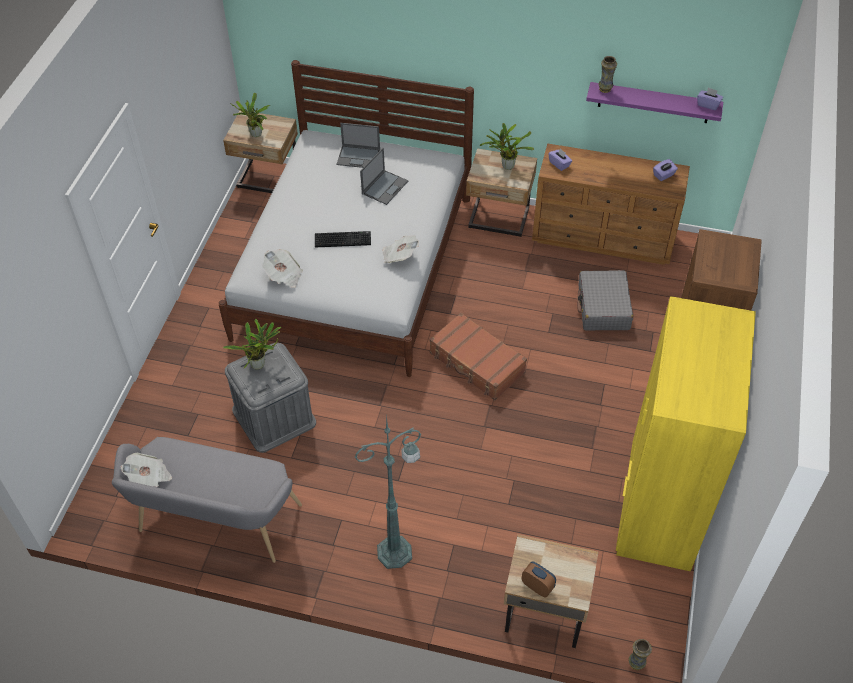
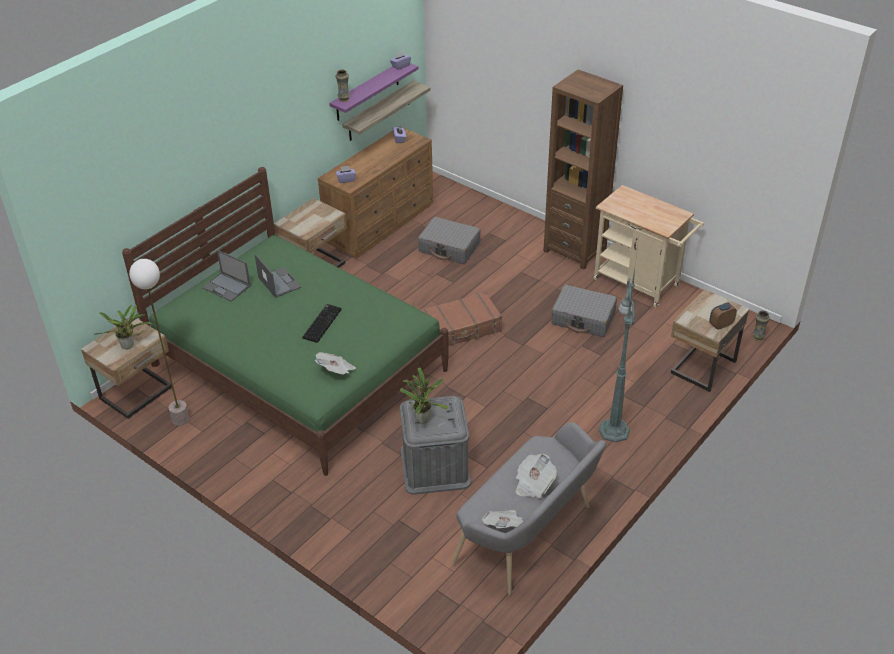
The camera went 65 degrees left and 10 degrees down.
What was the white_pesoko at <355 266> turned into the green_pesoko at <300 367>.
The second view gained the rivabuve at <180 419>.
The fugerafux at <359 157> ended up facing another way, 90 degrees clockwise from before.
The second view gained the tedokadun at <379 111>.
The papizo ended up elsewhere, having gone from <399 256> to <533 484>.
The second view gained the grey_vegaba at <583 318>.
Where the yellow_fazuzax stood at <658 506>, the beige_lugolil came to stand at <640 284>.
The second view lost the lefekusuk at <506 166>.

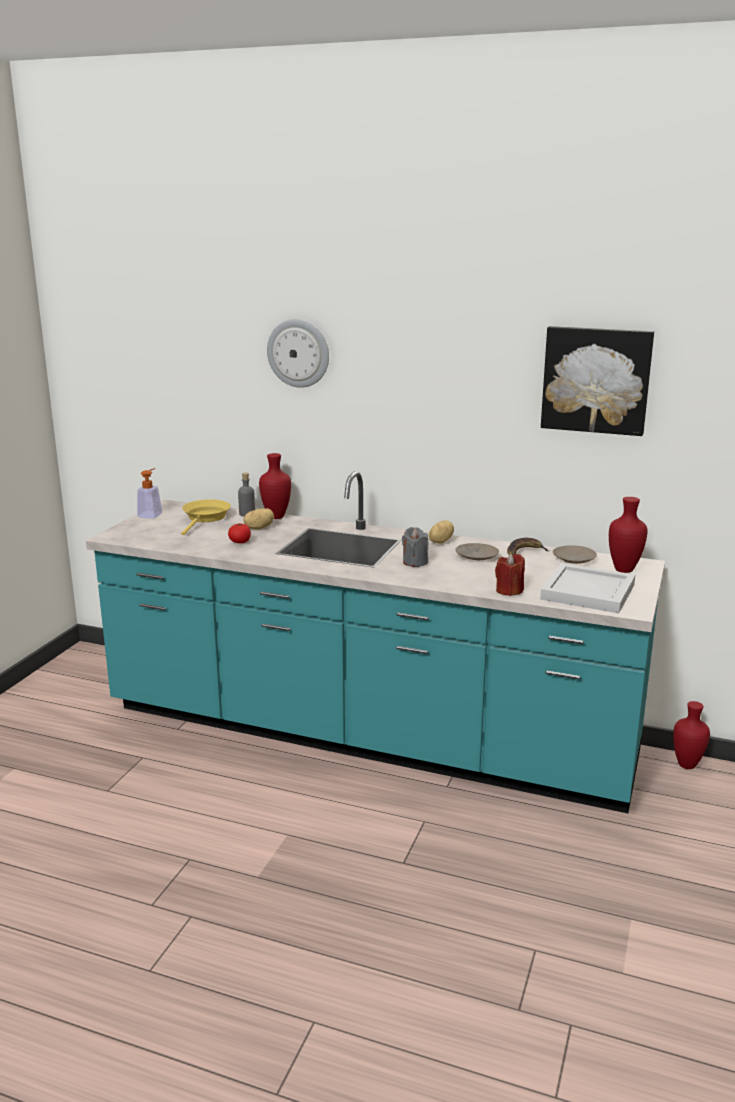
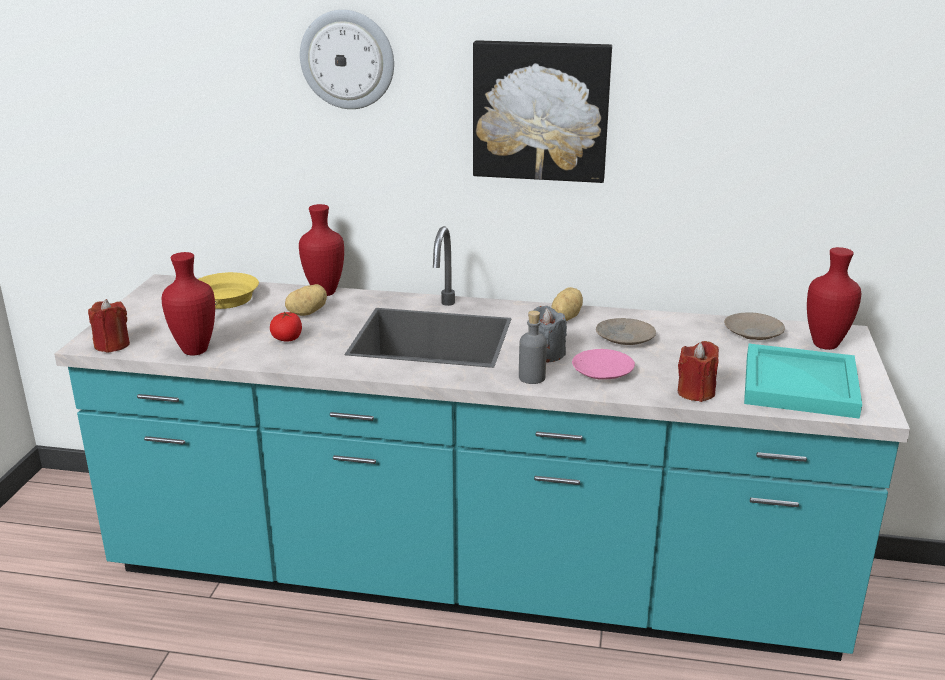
The camera went 10 degrees left and 5 degrees up.
The second view gained the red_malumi at <112 345>.
The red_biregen ended up elsewhere, having gone from <688 765> to <197 350>.
The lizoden ended up elsewhere, having gone from <596 380> to <541 110>.
The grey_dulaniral ended up elsewhere, having gone from <247 514> to <532 378>.
The second view gained the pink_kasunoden at <602 372>.
What was the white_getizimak at <587 591> turned into the turquoise_getizimak at <798 384>.
The second view lost the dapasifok at <152 514>.
The second view lost the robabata at <524 552>.

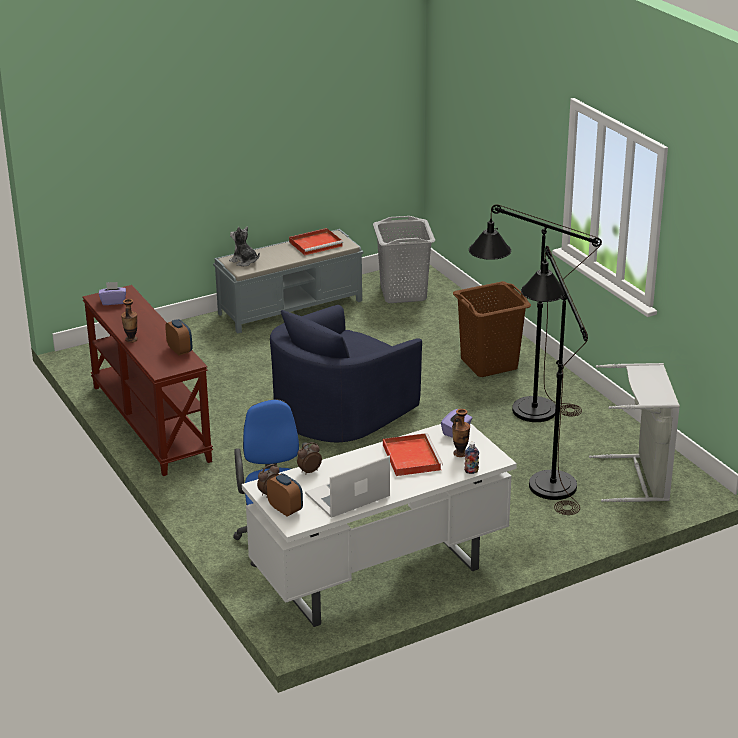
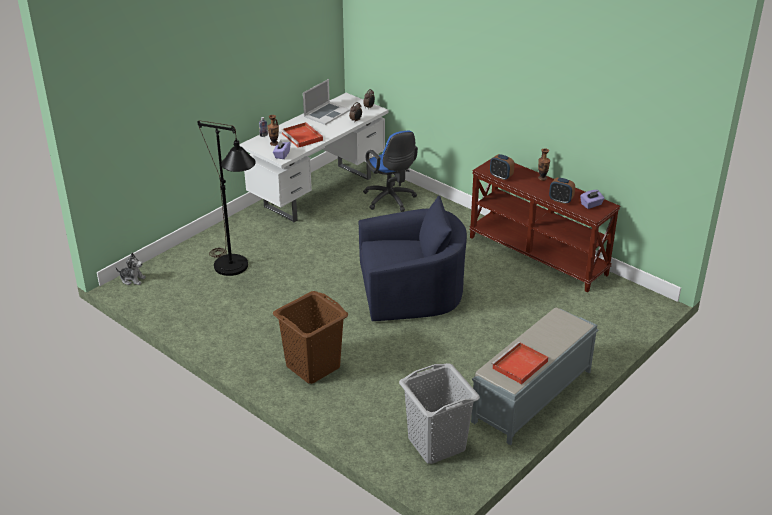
The camera went 160 degrees right and 5 degrees up.
The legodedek ended up elsewhere, having gone from <244 261> to <132 279>.
The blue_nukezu at <340 411> ended up facing another way, 60 degrees clockwise from before.
The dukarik ended up elsewhere, having gone from <285 509> to <560 200>.
The second view lost the black_rivabuve at <521 410>.
The second view lost the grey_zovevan at <639 479>.

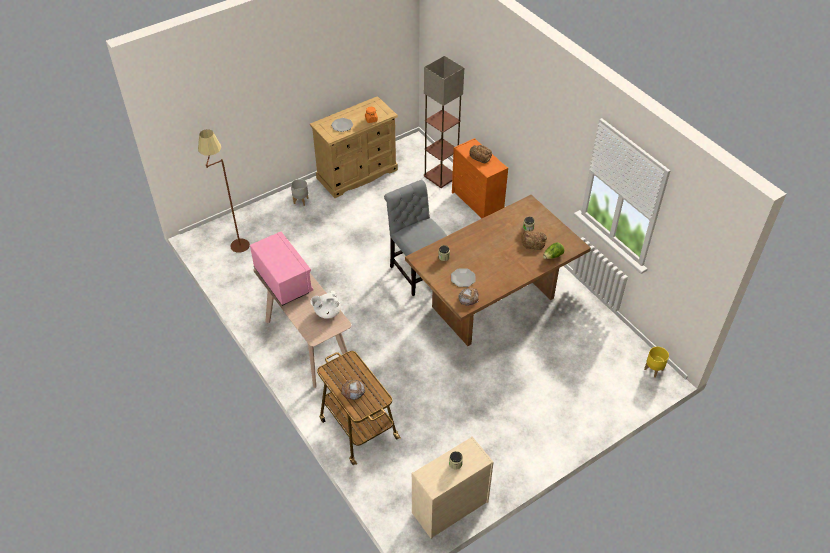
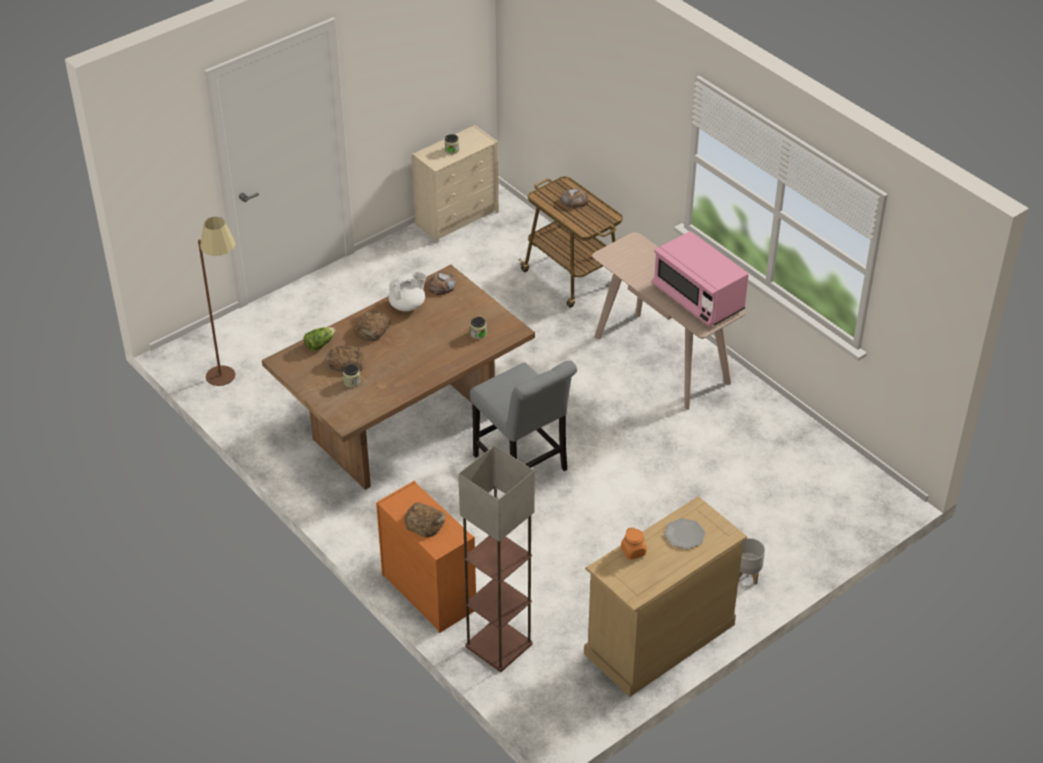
The camera went 175 degrees right and 5 degrees down.
The brown_rivabuve ended up elsewhere, having gone from <233 241> to <231 380>.
The second view gained the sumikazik at <372 330>.
The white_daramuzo ended up elsewhere, having gone from <327 312> to <408 305>.
The second view lost the kasunoden at <463 278>.
The second view lost the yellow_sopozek at <654 370>.

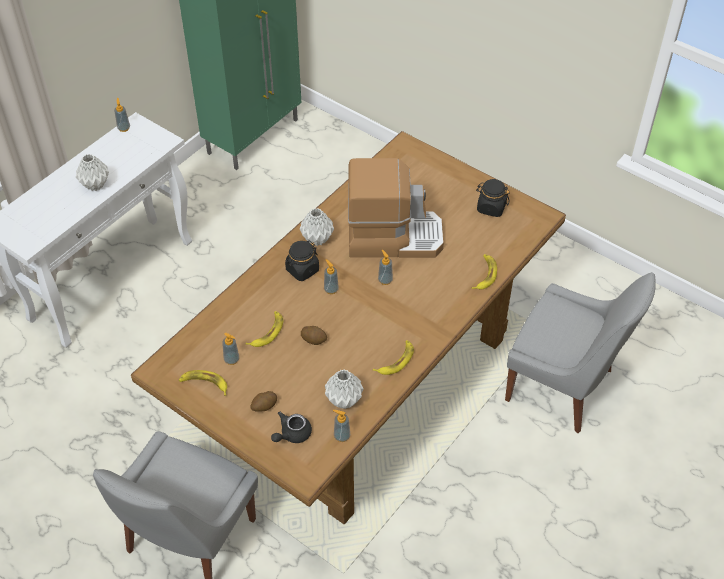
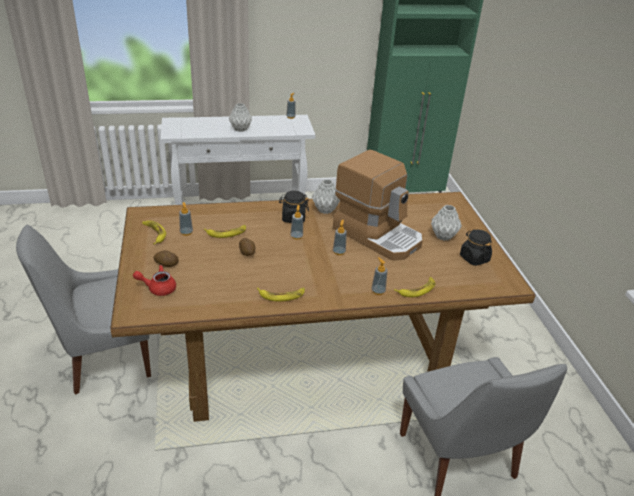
The camera went 40 degrees right and 15 degrees down.
What was the black_daramuzo at <292 434> turned into the red_daramuzo at <158 288>.
The dapasifok ended up elsewhere, having gone from <342 436> to <378 291>.
The grey_biregen ended up elsewhere, having gone from <344 400> to <444 236>.

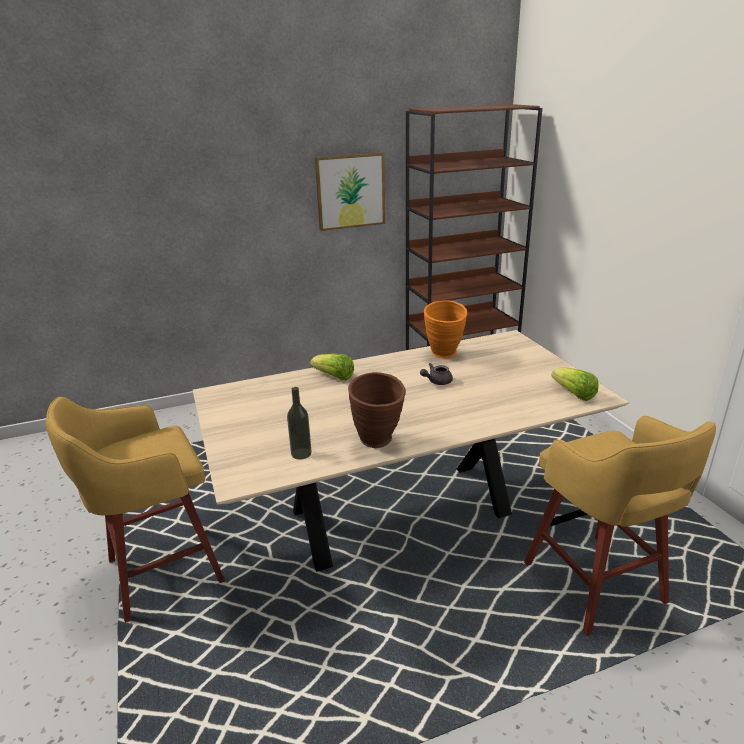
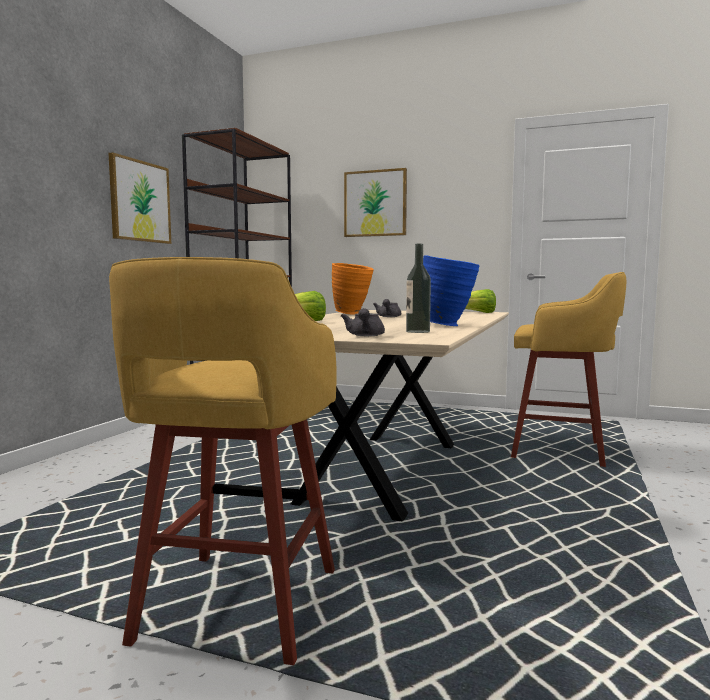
The camera went 50 degrees left and 20 degrees down.
The second view gained the grey_daramuzo at <365 336>.
The second view gained the lizoden at <375 203>.
What was the brown_biregen at <378 443> turned into the blue_biregen at <449 325>.

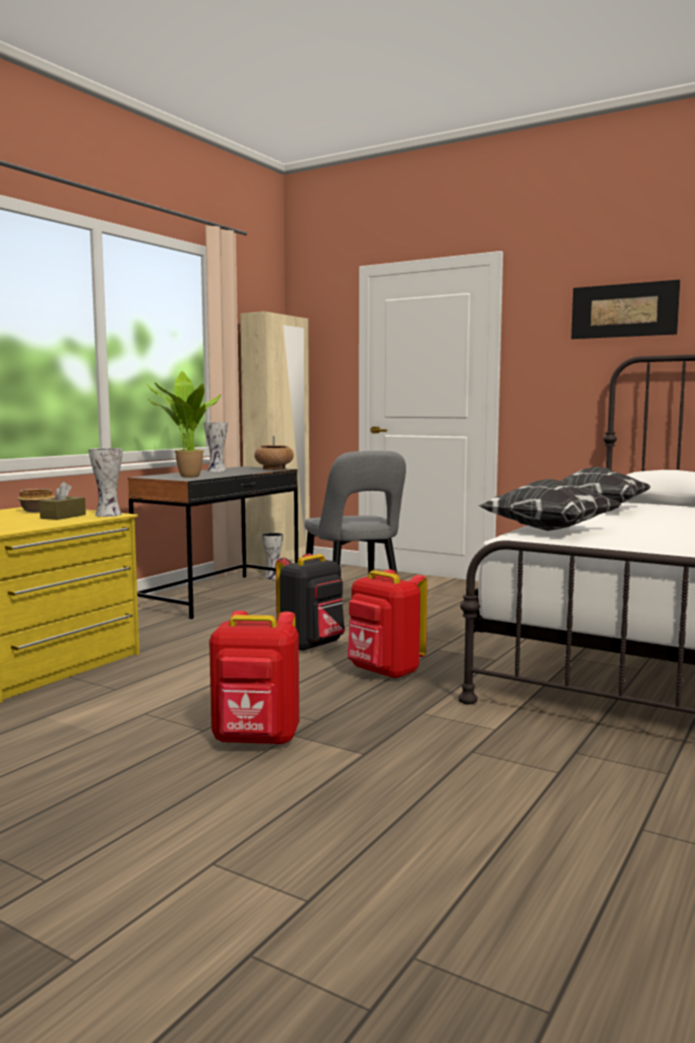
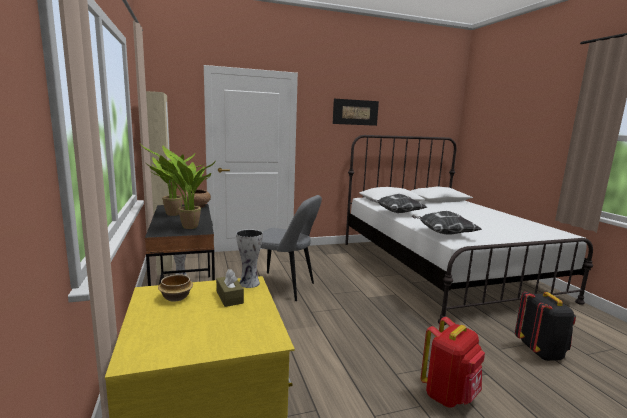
The camera went 50 degrees left and 5 degrees up.
Where the biregen stood at <217 471>, the lefekusuk came to stand at <172 215>.
The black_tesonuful ended up elsewhere, having gone from <312 646> to <541 351>.
The second view lost the red_tesonuful at <384 672>.

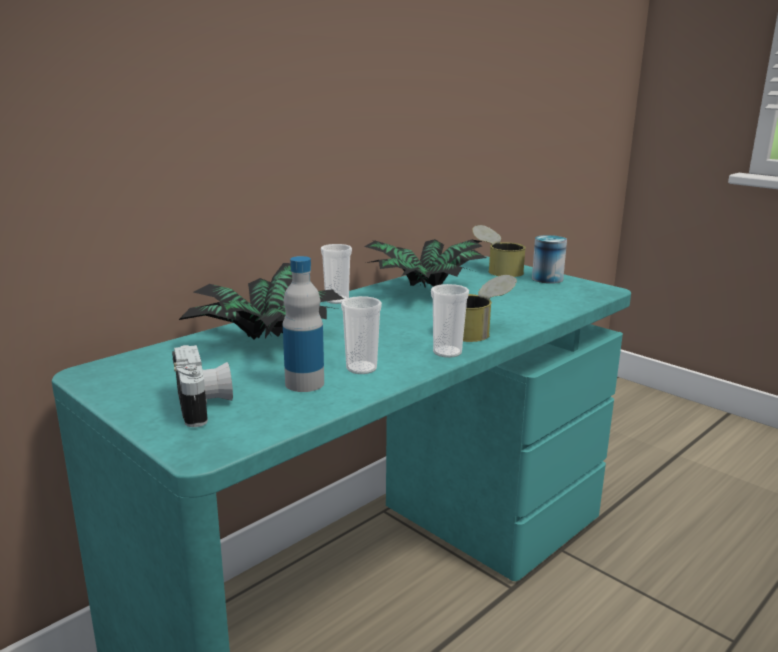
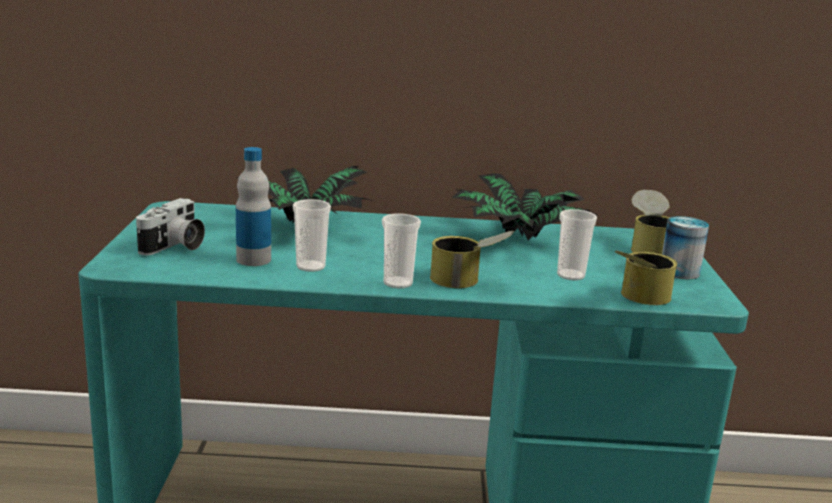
The camera went 45 degrees right and 0 degrees up.
The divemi ended up elsewhere, having gone from <337 300> to <570 275>.
The second view gained the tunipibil at <638 299>.

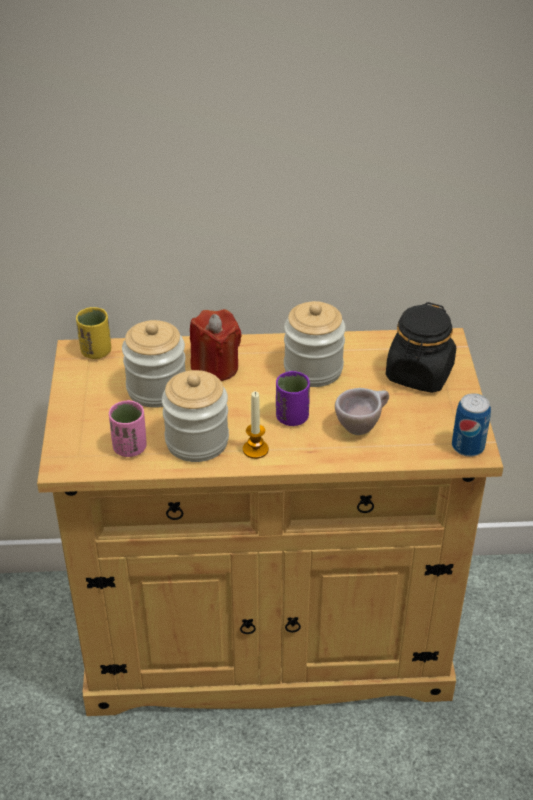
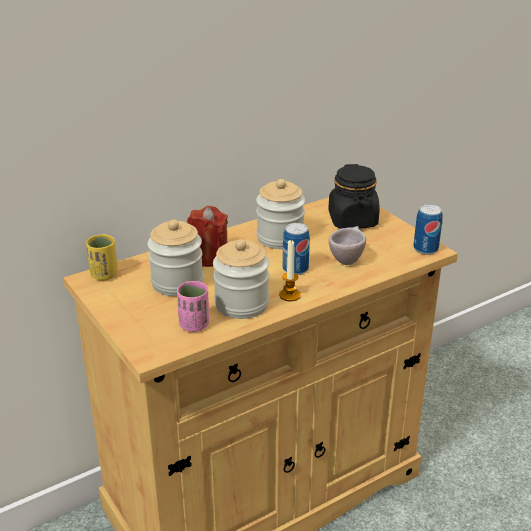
The camera went 30 degrees left and 10 degrees down.
Where the purple_divemi stood at <292 417>, the tunipibil came to stand at <295 269>.

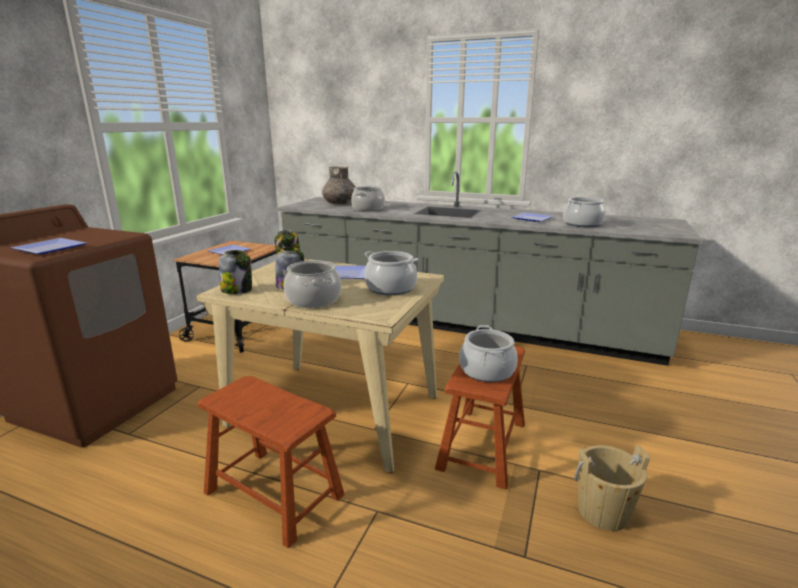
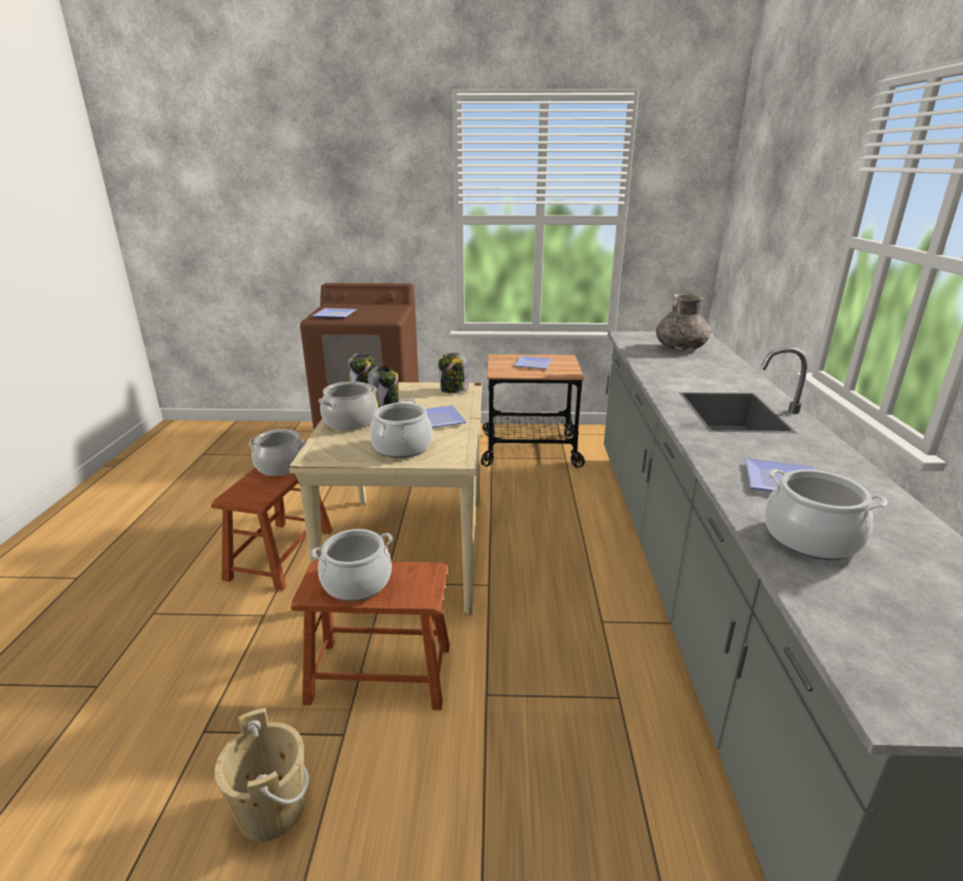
The camera went 70 degrees right and 5 degrees up.
The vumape ended up elsewhere, having gone from <368 208> to <281 466>.

